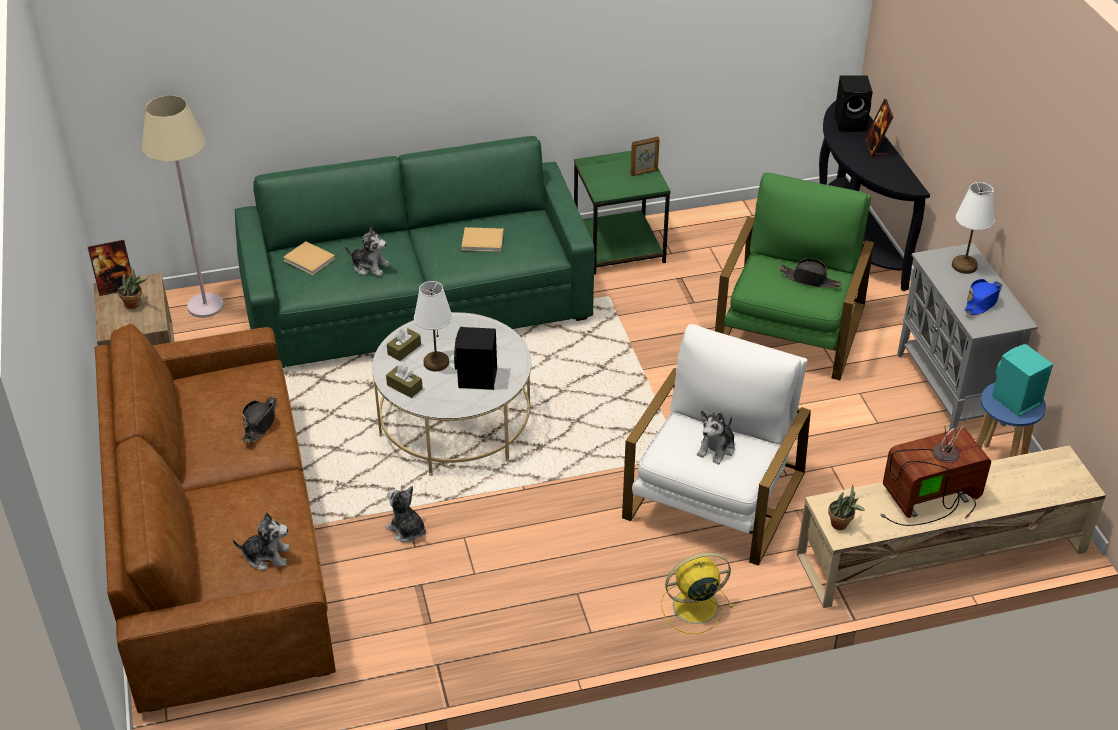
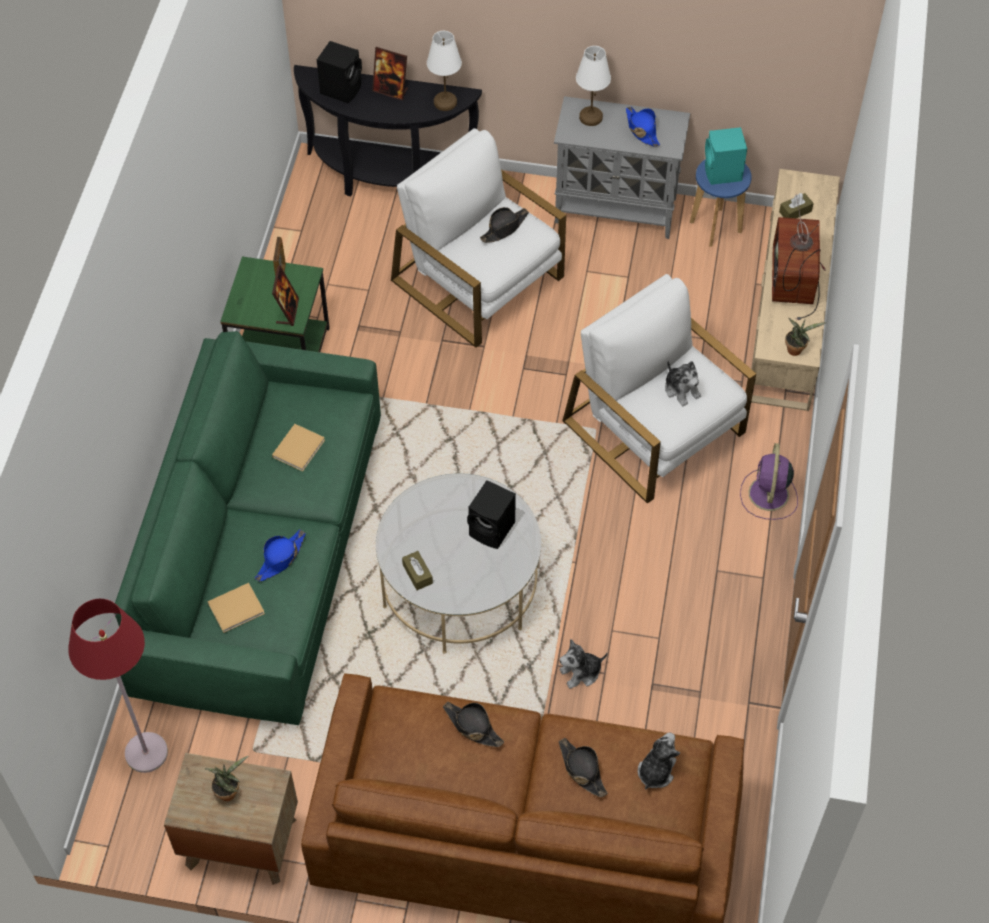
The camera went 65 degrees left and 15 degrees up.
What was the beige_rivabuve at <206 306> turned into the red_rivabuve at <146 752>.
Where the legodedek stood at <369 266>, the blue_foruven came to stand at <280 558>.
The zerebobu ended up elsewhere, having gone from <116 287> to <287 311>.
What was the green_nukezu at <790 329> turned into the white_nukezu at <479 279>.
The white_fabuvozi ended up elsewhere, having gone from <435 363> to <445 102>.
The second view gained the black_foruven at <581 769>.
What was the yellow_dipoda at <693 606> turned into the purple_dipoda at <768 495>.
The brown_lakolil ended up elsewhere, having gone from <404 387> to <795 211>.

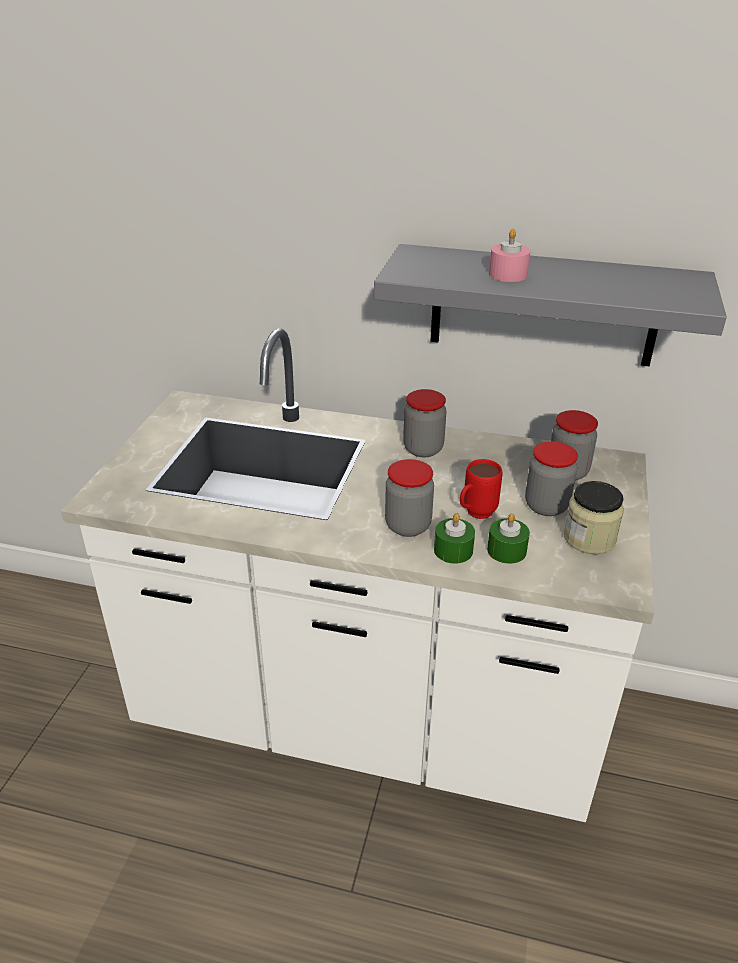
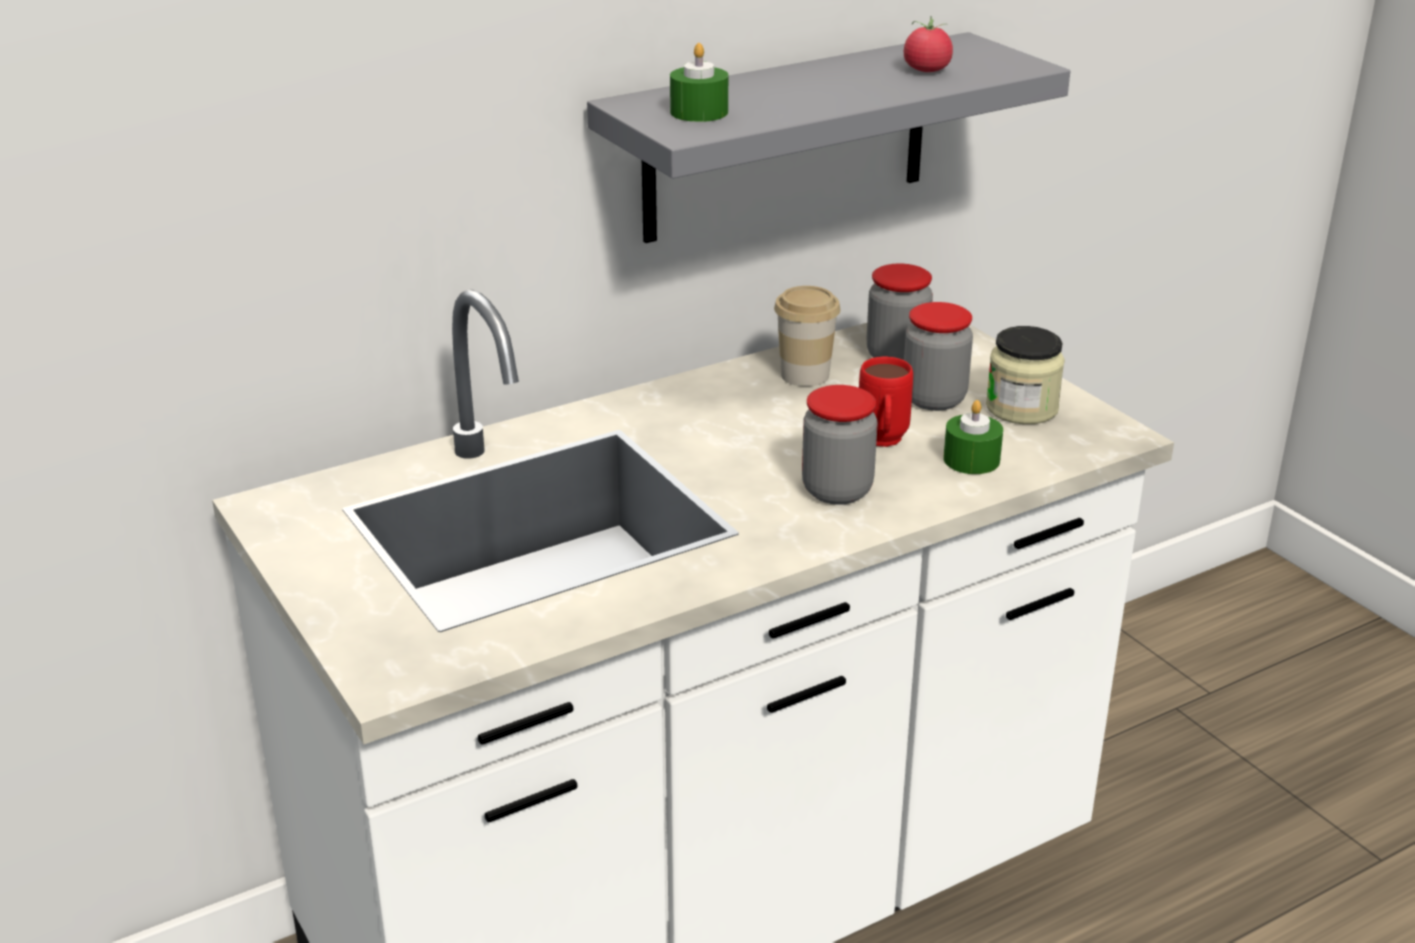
The camera went 45 degrees left and 5 degrees down.
The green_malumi ended up elsewhere, having gone from <453 550> to <699 112>.
The second view gained the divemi at <805 375>.
The second view gained the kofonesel at <926 70>.
The second view lost the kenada at <423 449>.
The second view lost the pink_malumi at <508 274>.

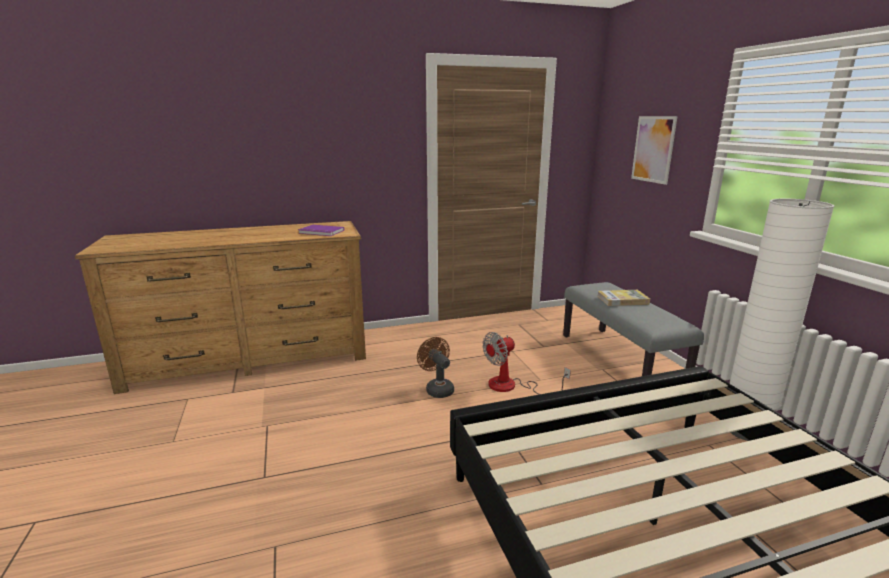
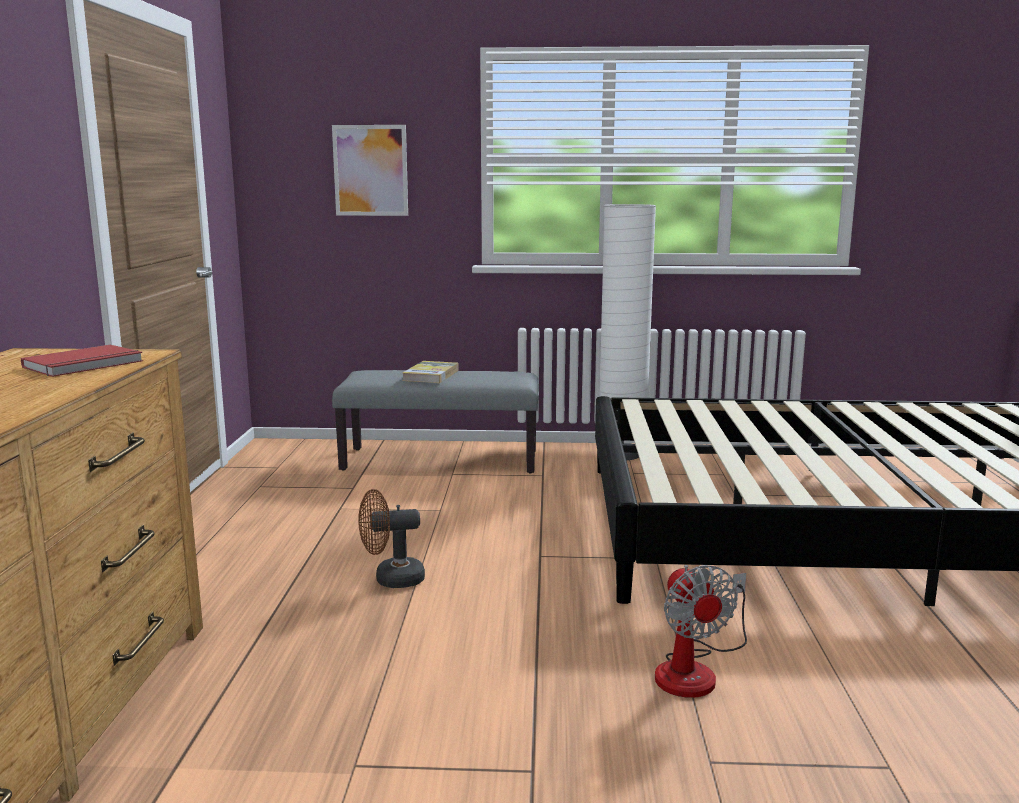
The camera went 70 degrees left and 5 degrees down.
What was the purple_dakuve at <321 232> turned into the red_dakuve at <85 365>.
The dipoda ended up elsewhere, having gone from <512 386> to <695 670>.

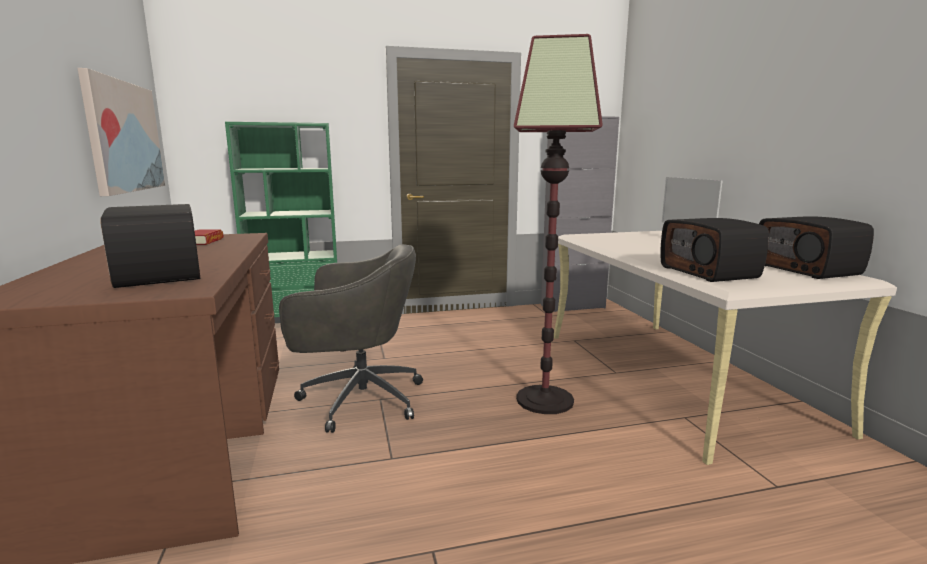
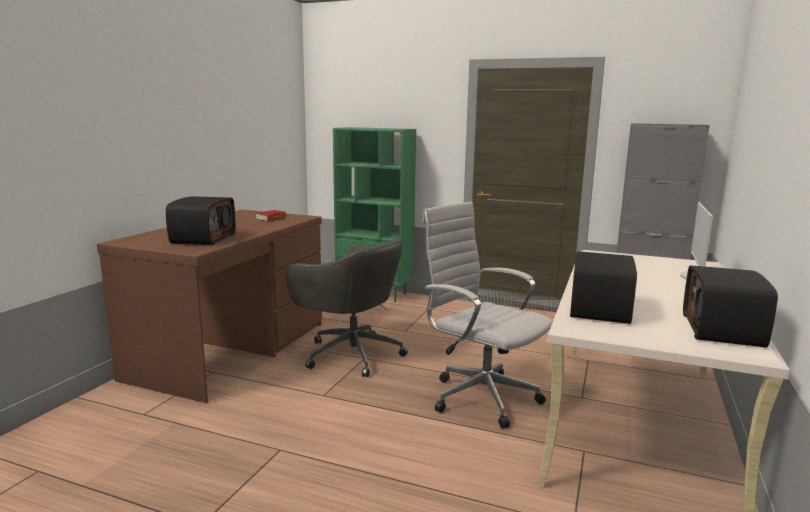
The camera went 35 degrees right and 0 degrees up.
Where the rivabuve stood at <544 400>, the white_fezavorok came to stand at <480 396>.
The second view lost the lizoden at <123 136>.

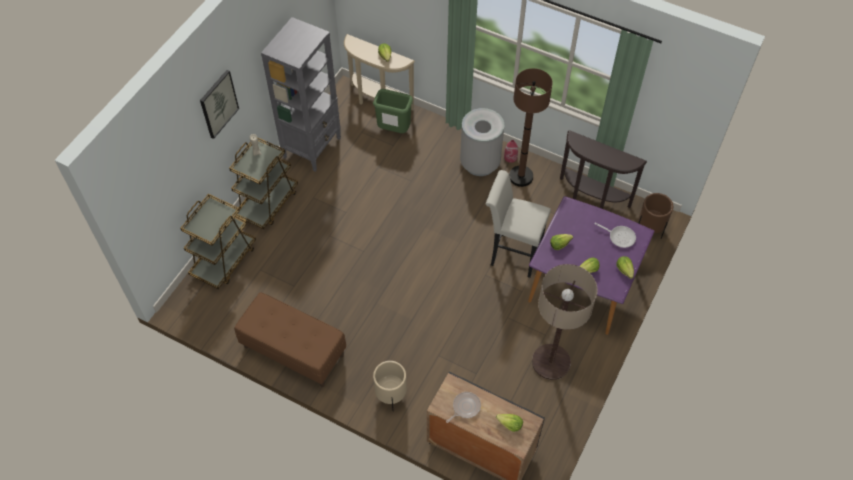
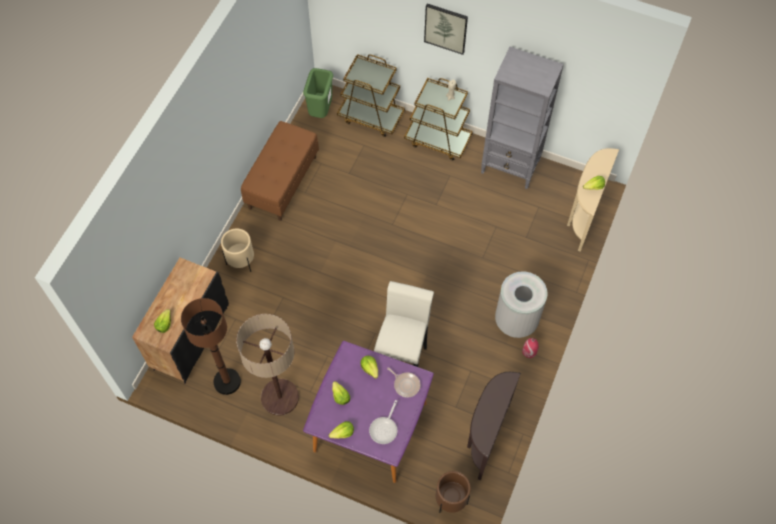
The camera went 85 degrees right and 5 degrees up.
The brown_rivabuve ended up elsewhere, having gone from <521 176> to <227 382>.
The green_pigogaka ended up elsewhere, having gone from <393 130> to <320 111>.
The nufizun ended up elsewhere, having gone from <465 407> to <406 384>.

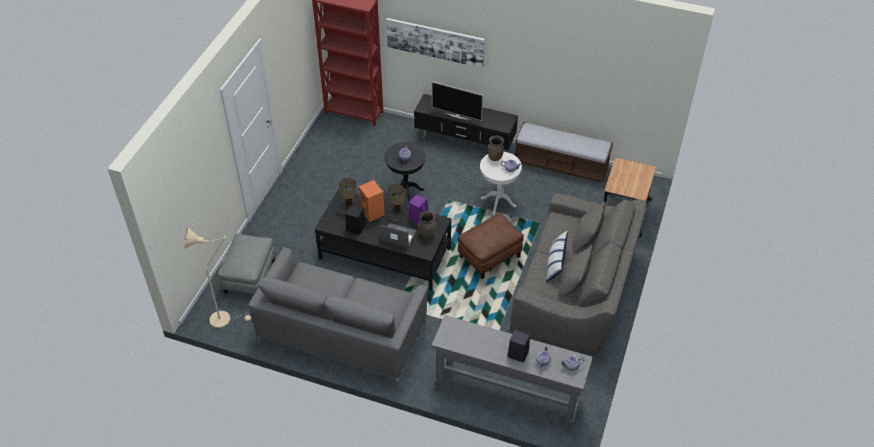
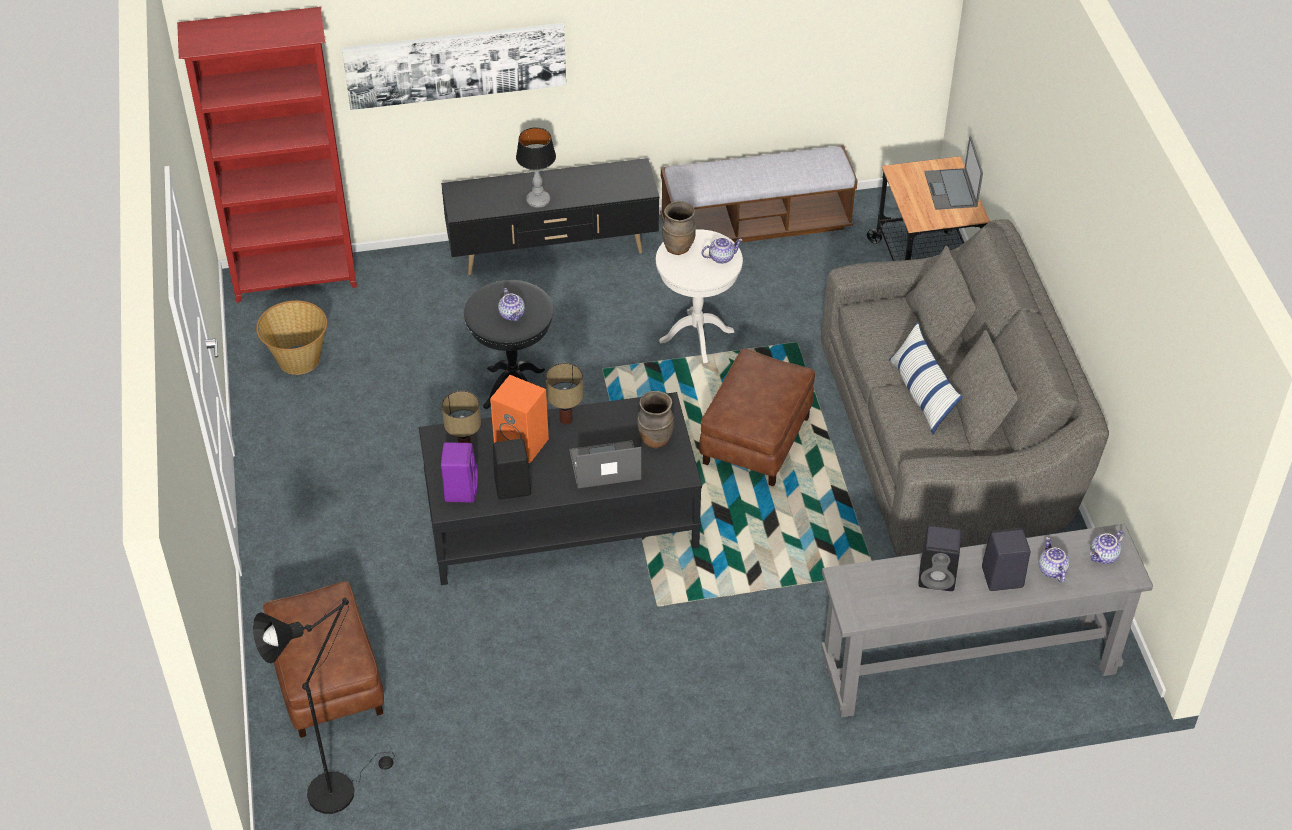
The camera went 30 degrees left and 0 degrees up.
What was the beige_rivabuve at <224 318> turned into the black_rivabuve at <338 787>.
The second view gained the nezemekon at <298 359>.
What was the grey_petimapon at <249 276> turned into the brown_petimapon at <327 681>.
The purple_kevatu ended up elsewhere, having gone from <418 217> to <460 489>.
Where the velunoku stood at <457 116>, the fabuvozi came to stand at <538 200>.
The second view gained the black_kevatu at <938 577>.
The second view gained the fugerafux at <951 190>.
The second view lost the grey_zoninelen at <342 334>.

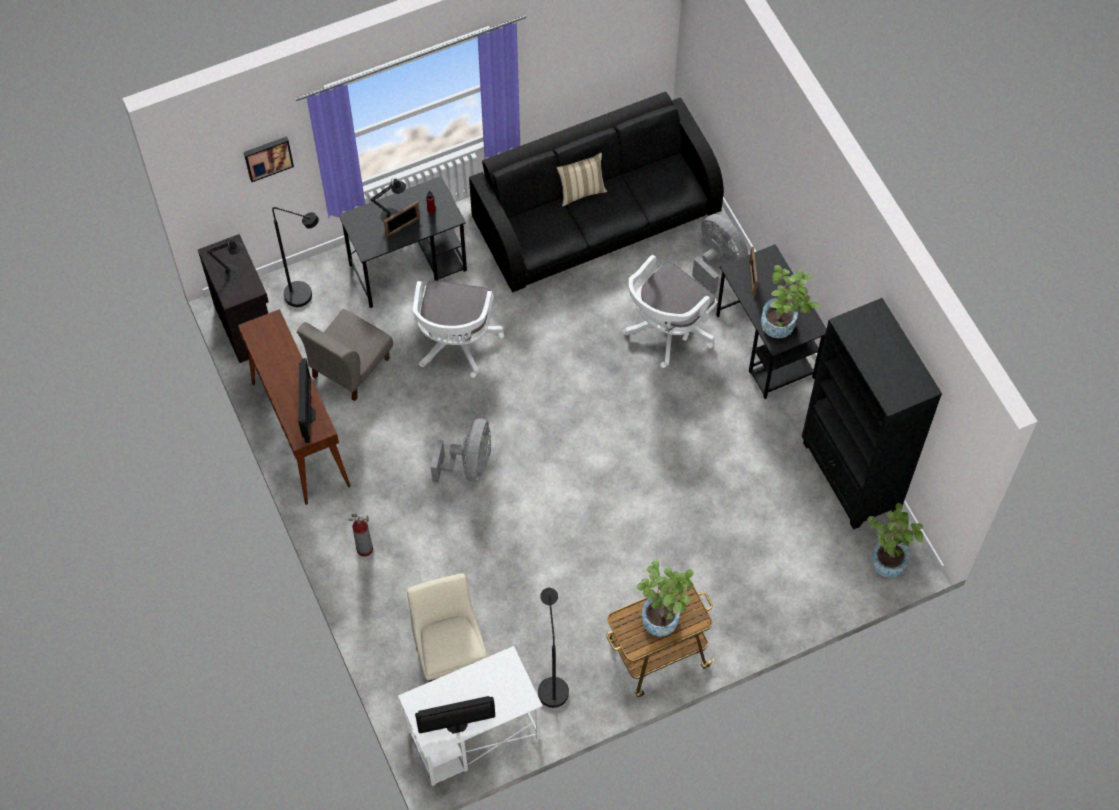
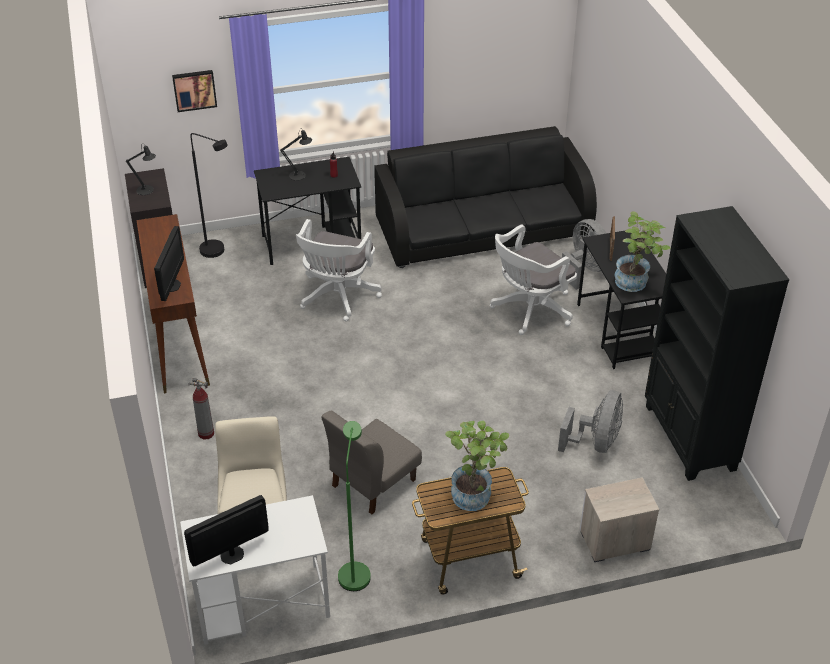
The camera went 10 degrees right and 20 degrees down.
The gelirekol at <456 723> ended up facing another way, 150 degrees clockwise from before.
The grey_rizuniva ended up elsewhere, having gone from <350 367> to <373 482>.
What was the black_rivabuve at <552 684> turned into the green_rivabuve at <355 570>.
The grey_dipoda ended up elsewhere, having gone from <469 465> to <595 442>.
The second view gained the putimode at <613 540>.
The second view lost the zerebobu at <403 227>.
The second view lost the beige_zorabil at <581 192>.
The second view lost the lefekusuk at <887 557>.

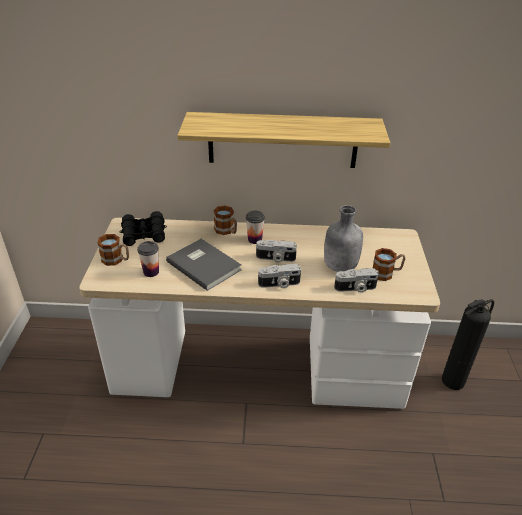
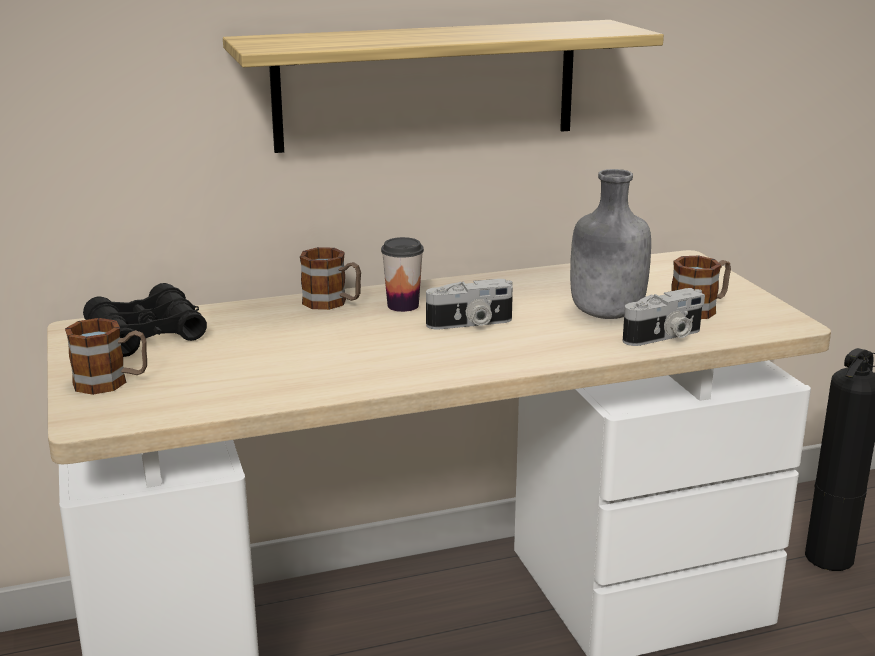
The camera went 20 degrees left and 15 degrees down.
The second view lost the divemi at <151 272>.
The second view lost the grey_dakuve at <204 264>.
The second view lost the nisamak at <279 284>.

